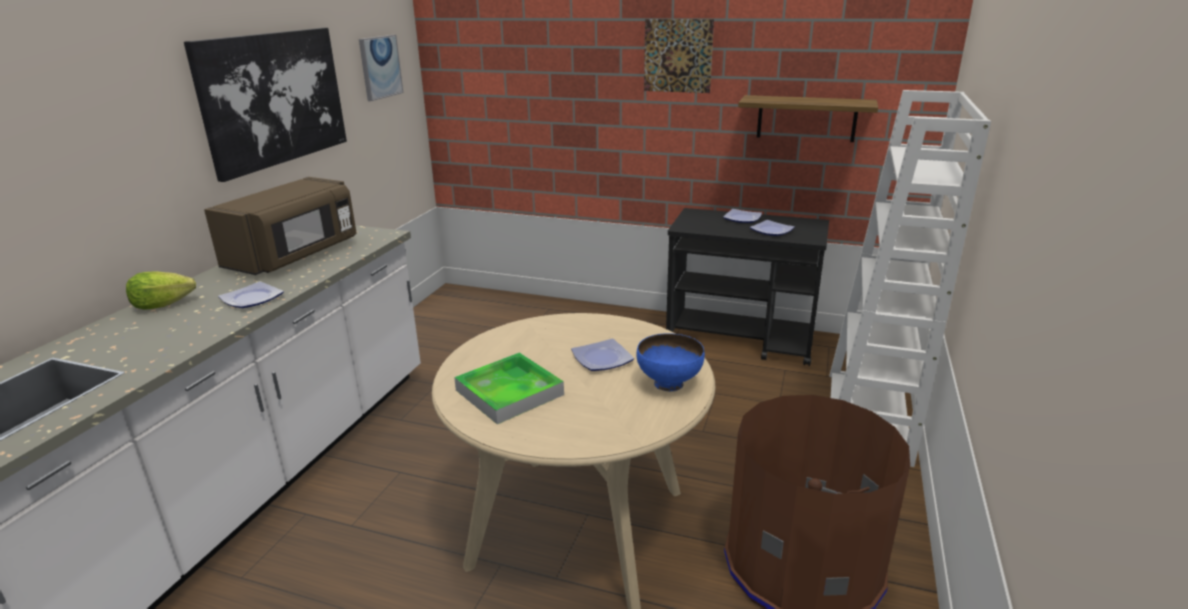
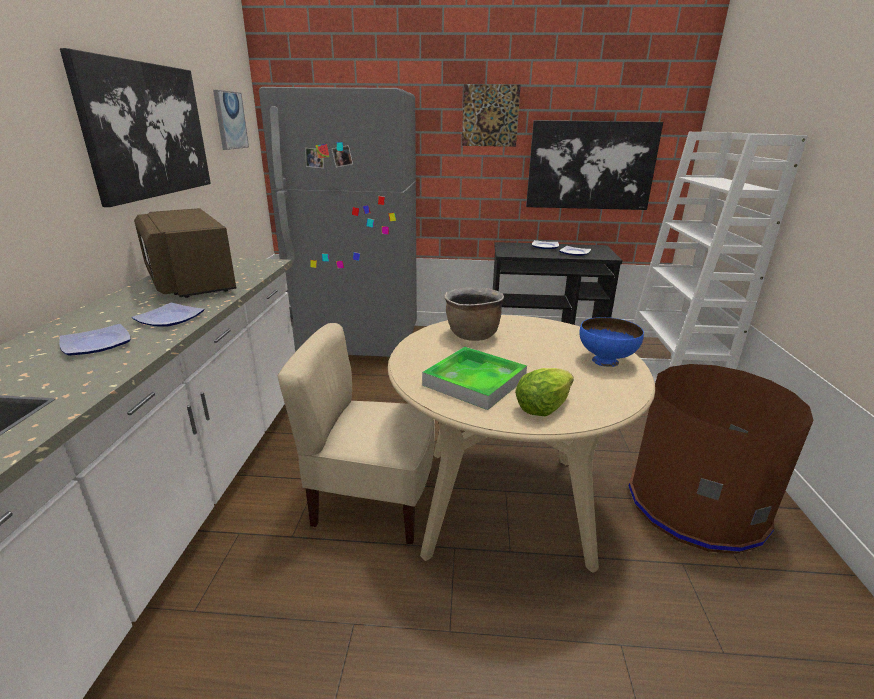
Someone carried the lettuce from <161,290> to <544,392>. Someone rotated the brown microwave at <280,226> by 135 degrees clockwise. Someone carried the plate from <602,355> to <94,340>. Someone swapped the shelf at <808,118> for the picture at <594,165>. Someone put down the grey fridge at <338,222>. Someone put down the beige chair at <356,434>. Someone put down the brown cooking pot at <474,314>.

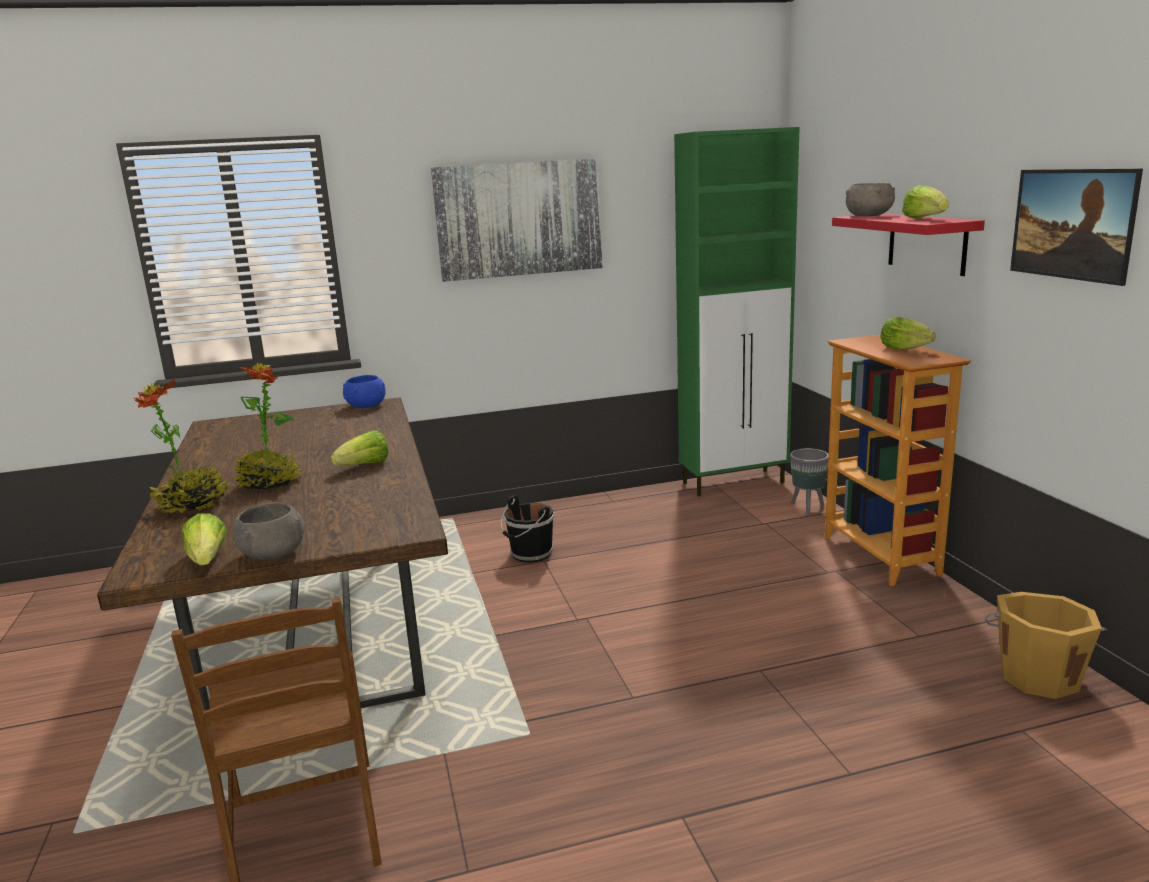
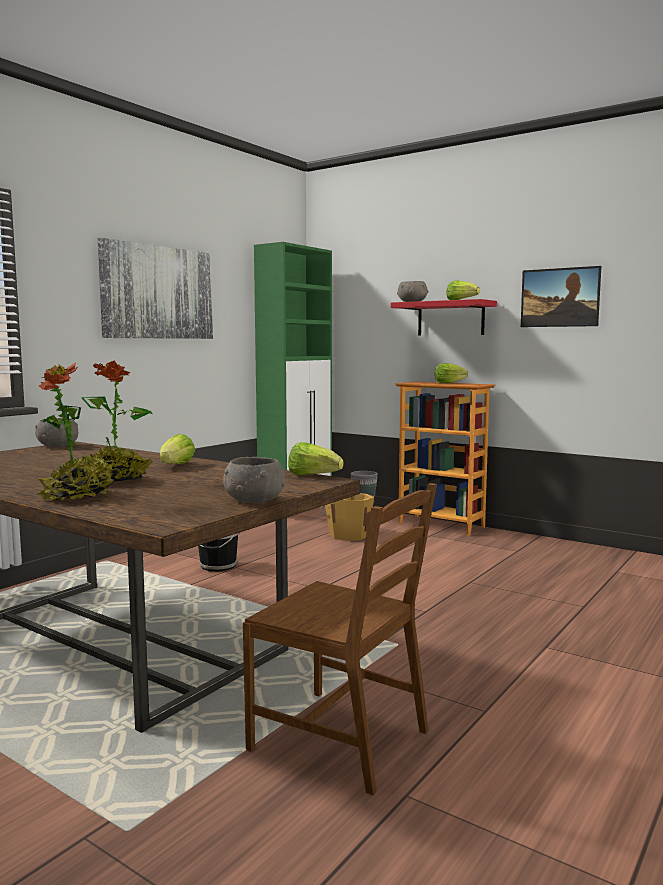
Someone carried the lettuce from <204,539> to <316,458>. Someone repainted the blue bowl at <364,391>, which became the grey bowl at <56,432>. Someone carried the orange bucket from <1046,645> to <347,517>.

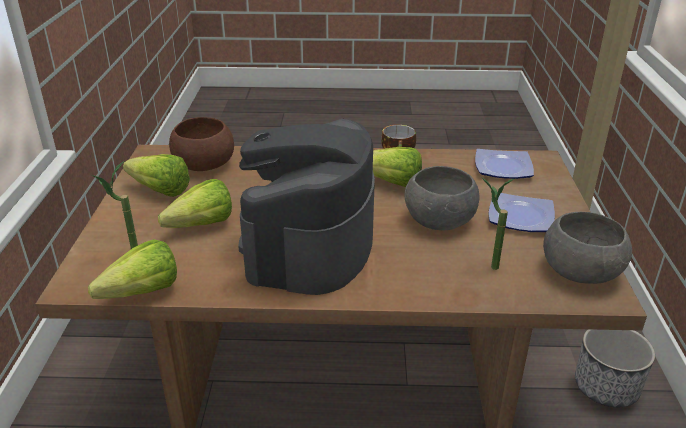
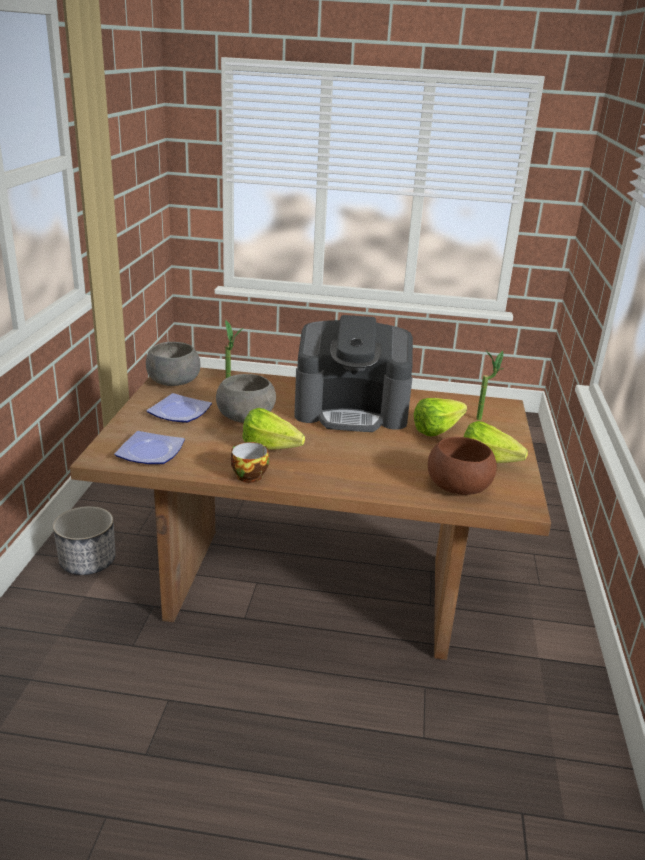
Someone took away the lettuce at <132,269>. Someone rotated the coffee machine at <306,207> by 75 degrees clockwise.

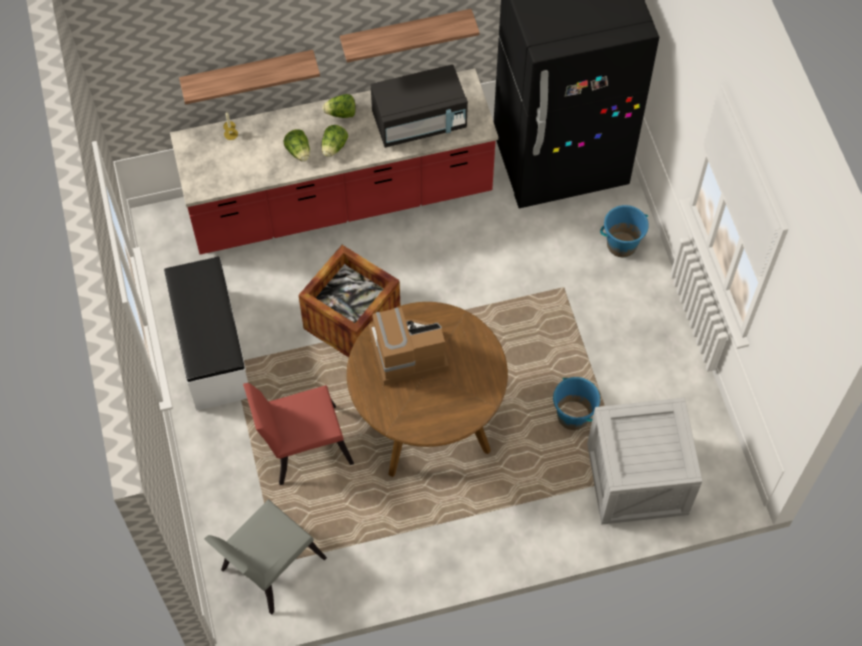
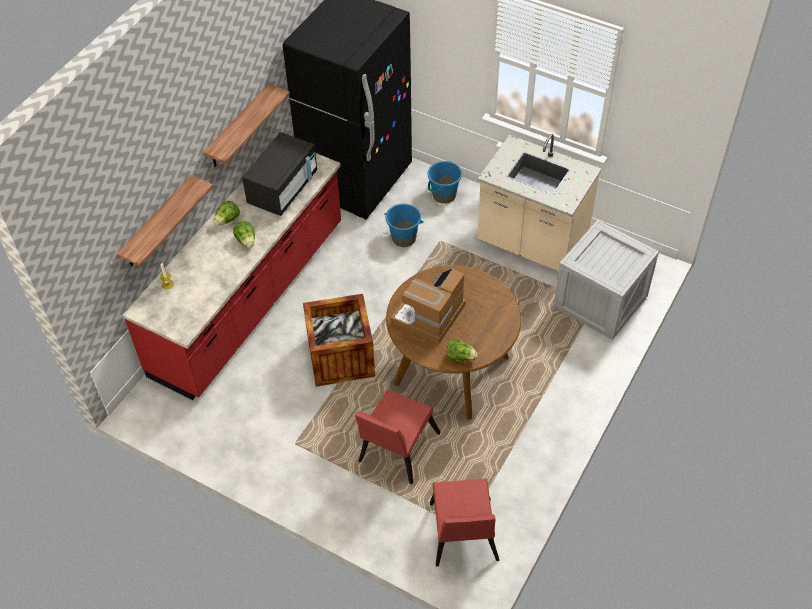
Someone took away the white bench at <206,334>. Someone repainted the grey chair at <265,557>, which became the red chair at <464,522>. Someone carried the lettuce from <297,145> to <462,350>. Someone carried the blue bucket from <576,403> to <404,225>. Someone put down the beige counter at <539,202>.

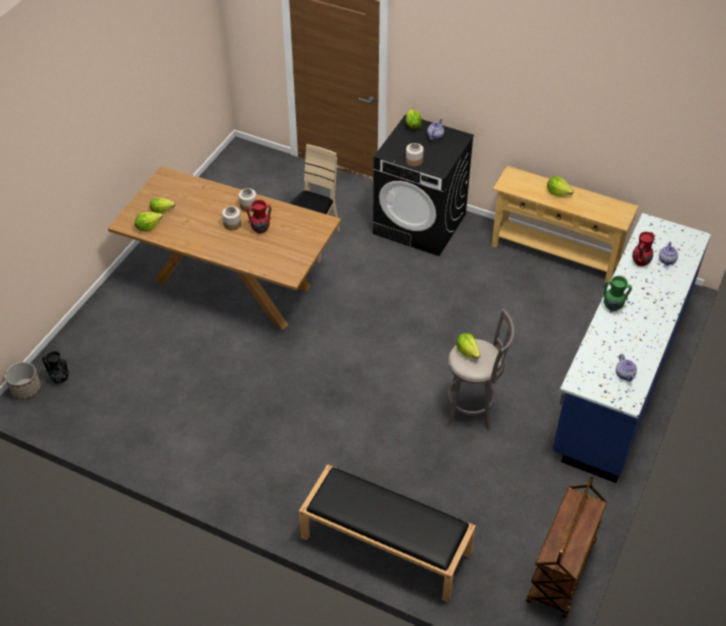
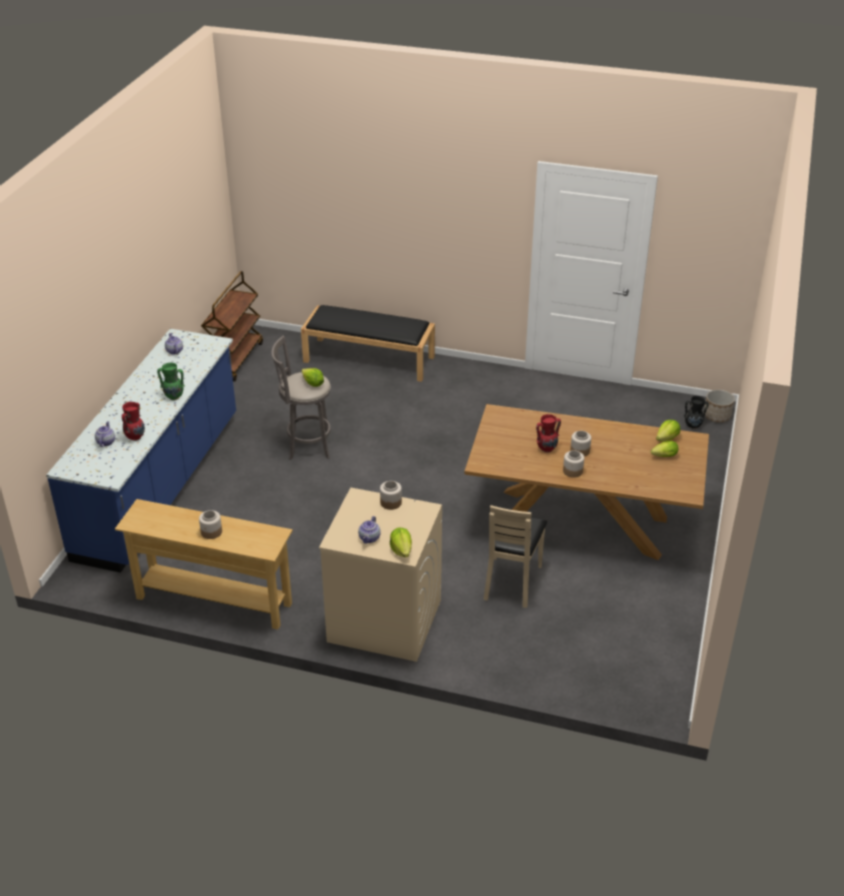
Someone repainted the black washing machine at <423,185>, which became the beige washing machine at <380,575>. Someone swapped the lettuce at <560,186> for the jar at <210,524>.

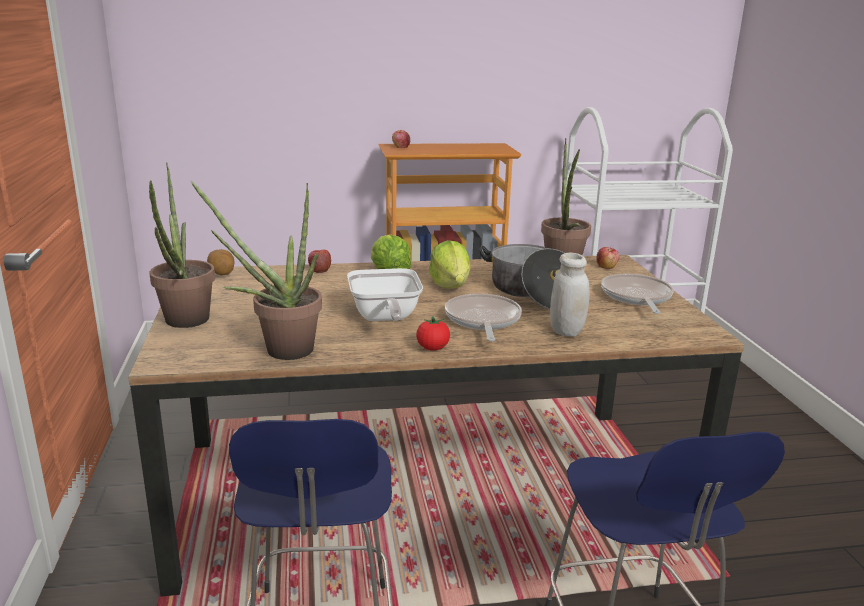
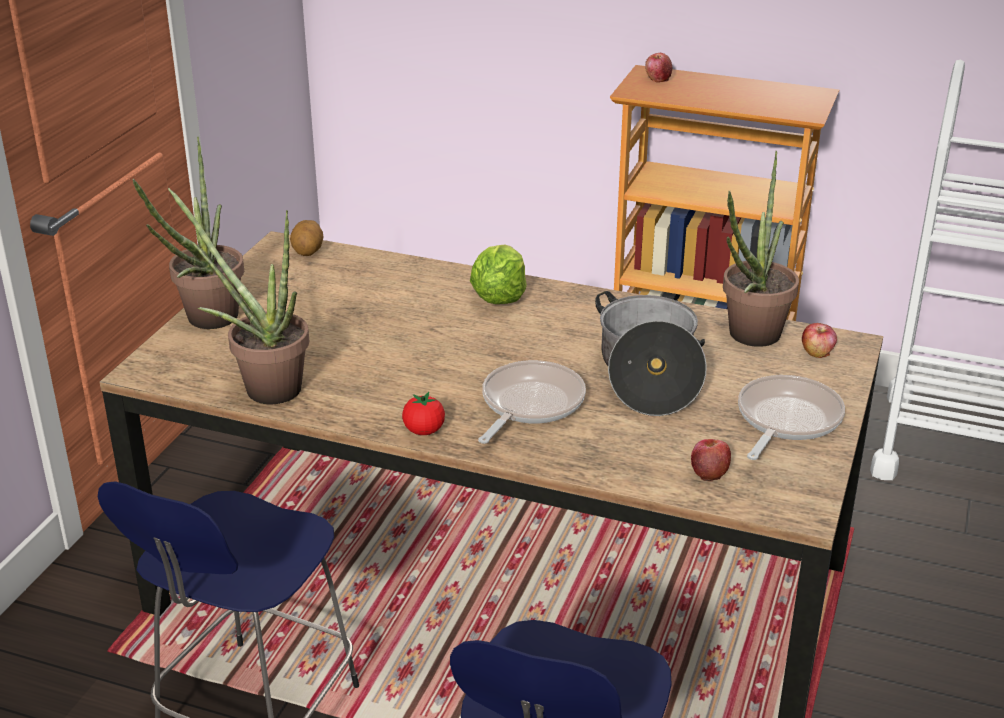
Someone carried the apple from <319,261> to <711,460>. Someone took away the frying pan at <385,294>. Someone took away the lettuce at <450,264>. Someone took away the white jar at <570,294>.

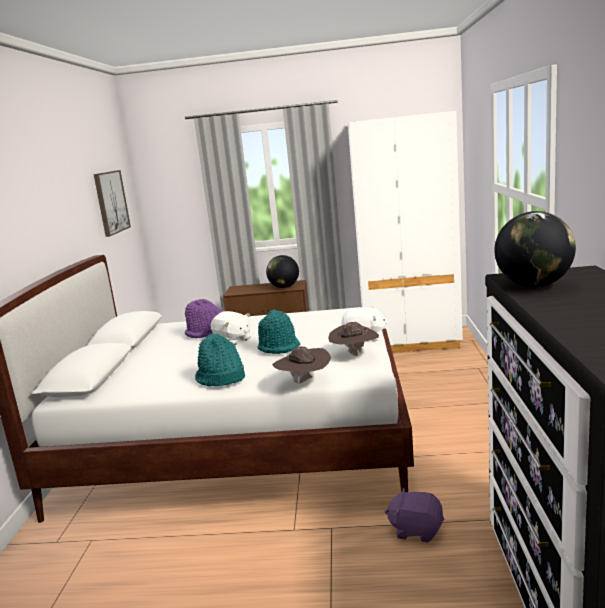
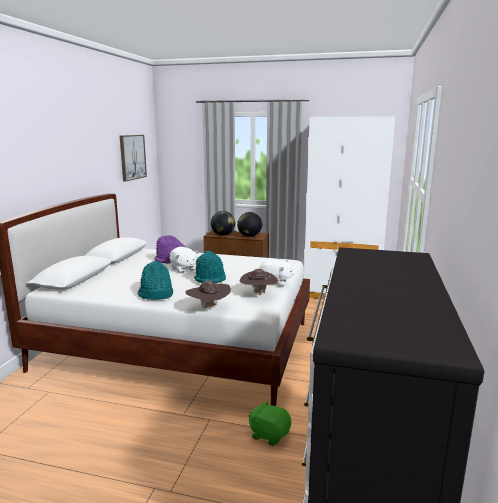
Someone repainted the purple plush toy at <414,515>, which became the green plush toy at <270,423>. Someone carried the globe from <535,249> to <223,223>.

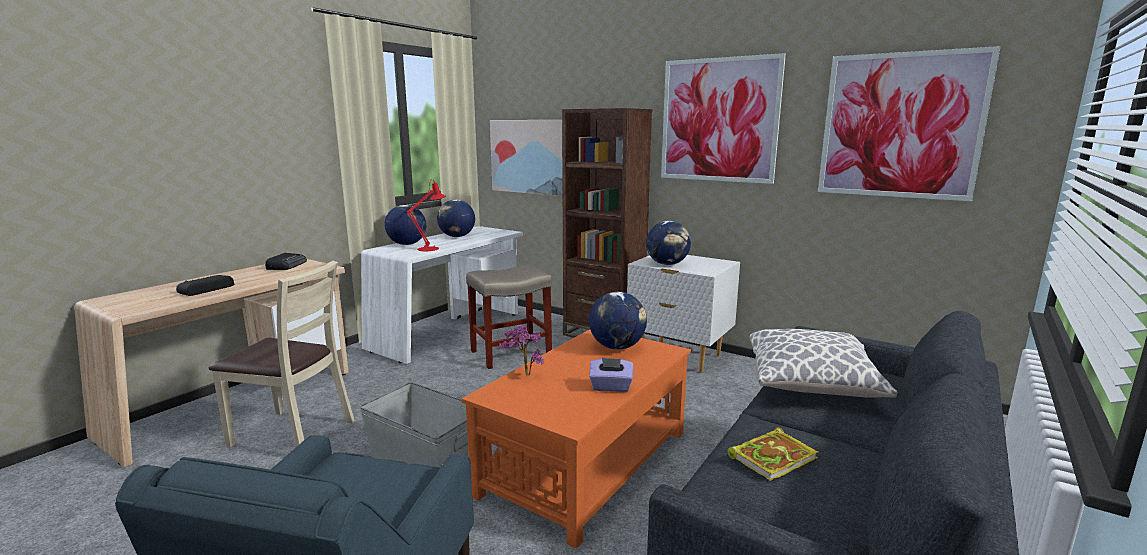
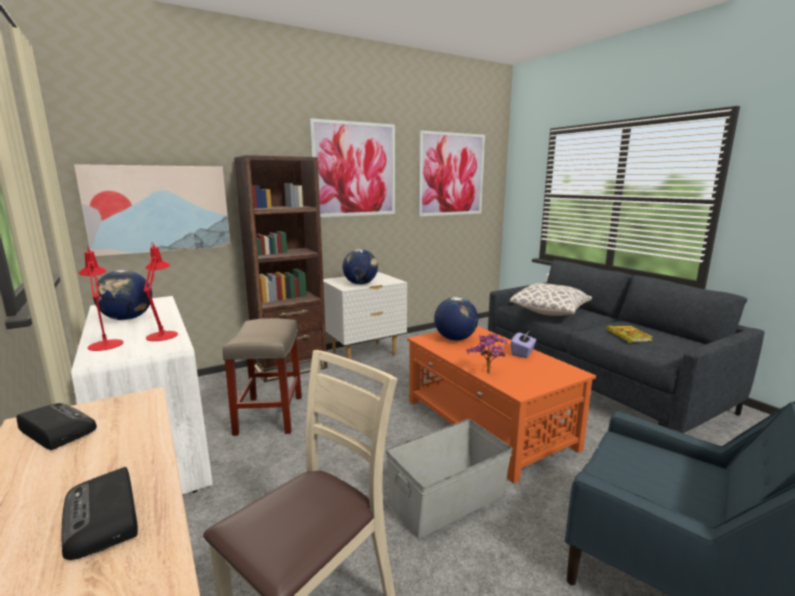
Someone swapped the globe at <405,225> for the red table lamp at <101,299>.

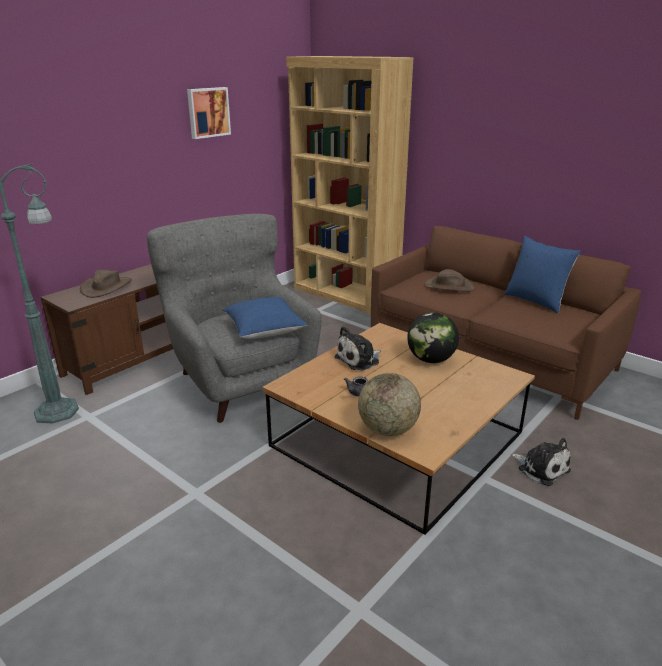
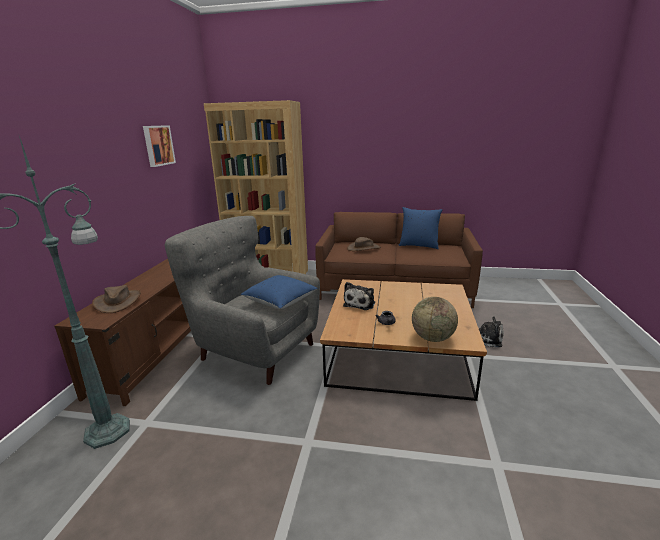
Someone took away the globe at <433,337>.

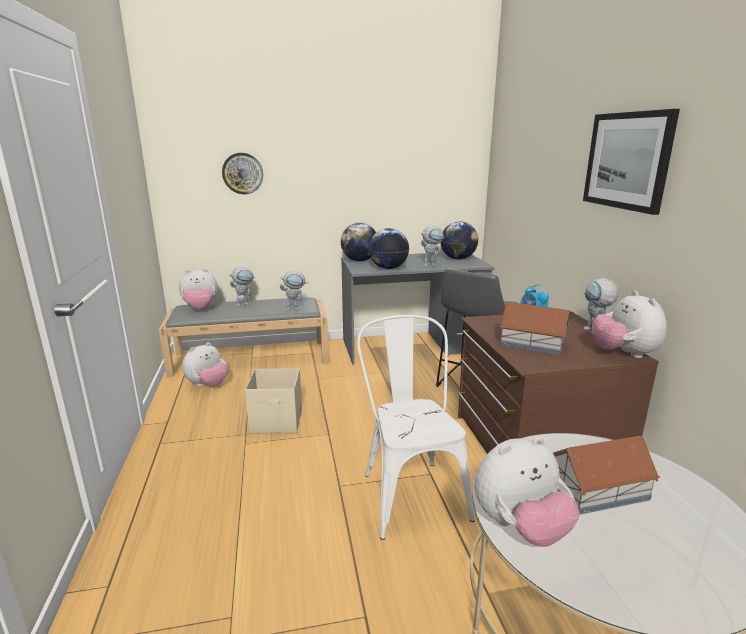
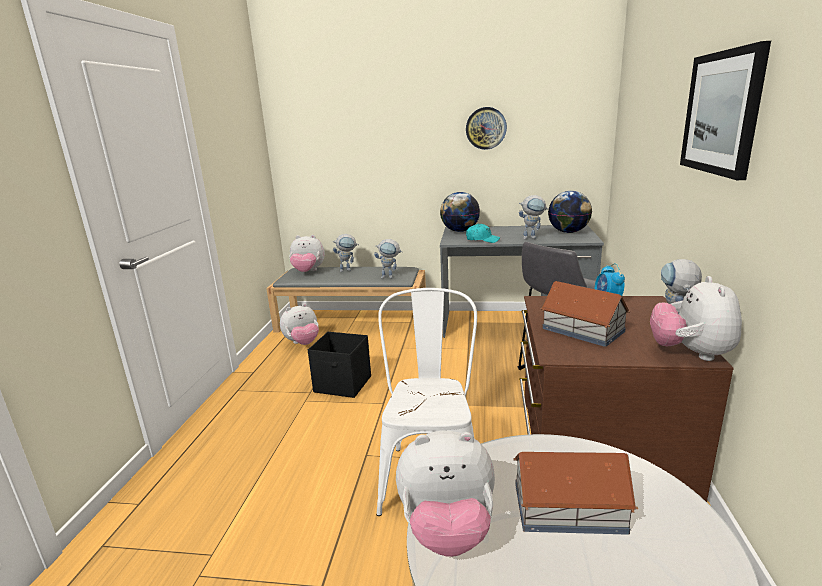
Someone carried the wall clock from <242,173> to <486,128>. Someone repainted the beige storage box at <273,401>, which became the black storage box at <339,365>. Someone swapped the globe at <389,248> for the turquoise cap at <483,233>.

